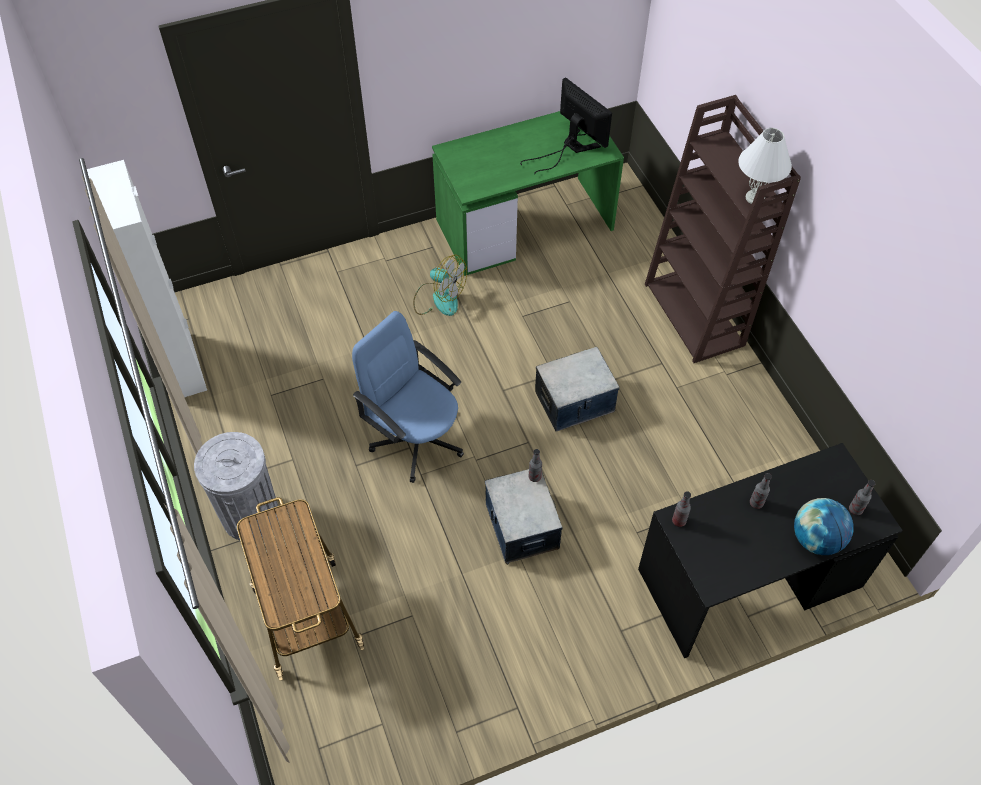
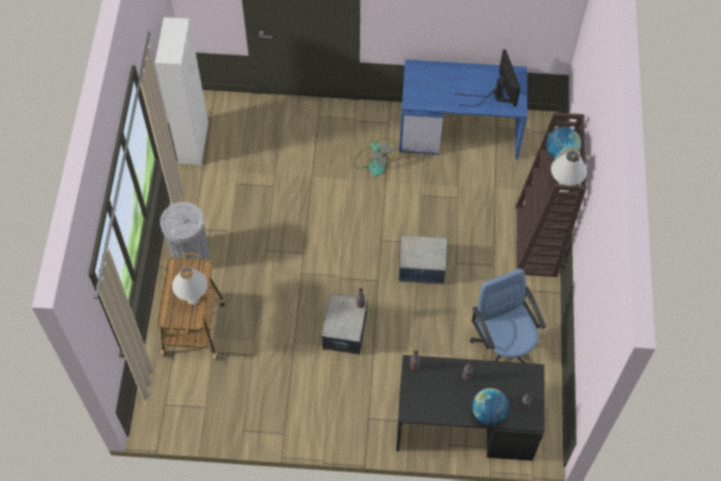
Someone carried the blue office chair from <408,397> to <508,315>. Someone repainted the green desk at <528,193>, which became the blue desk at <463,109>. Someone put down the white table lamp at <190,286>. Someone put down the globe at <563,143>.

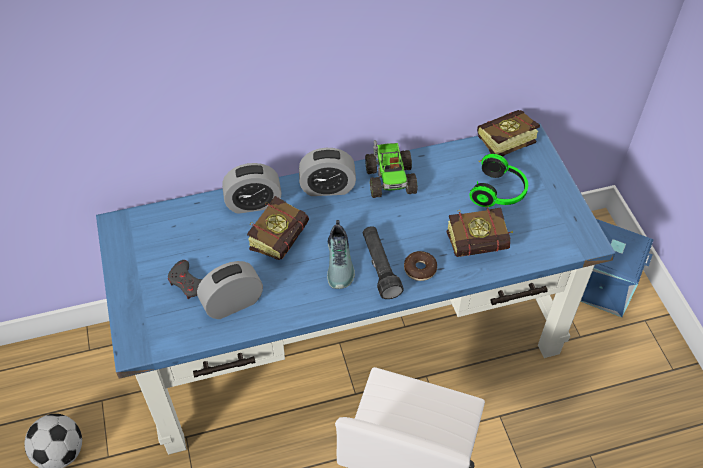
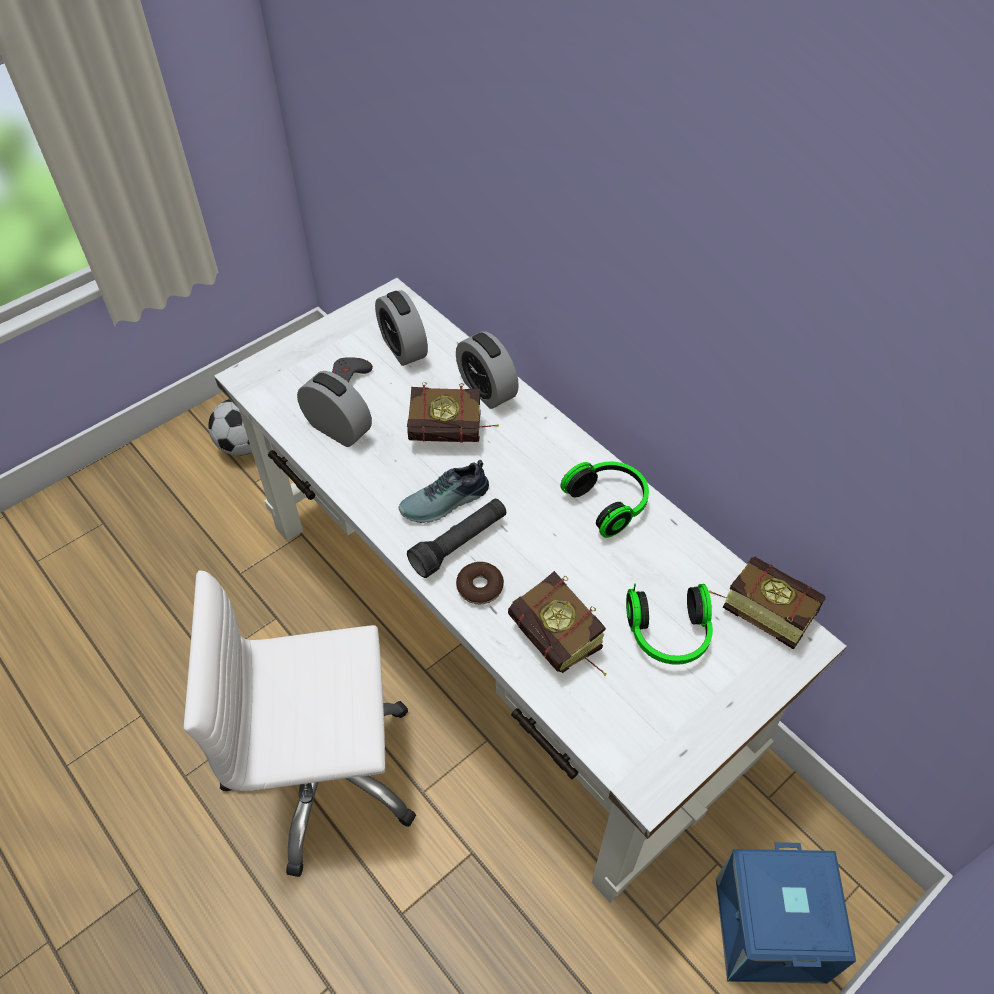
Someone repainted the blue desk at <355,289>, which became the white desk at <530,590>. Someone carried the alarm clock from <327,172> to <401,328>. Someone swapped the toy truck at <391,169> for the headphones at <604,500>.

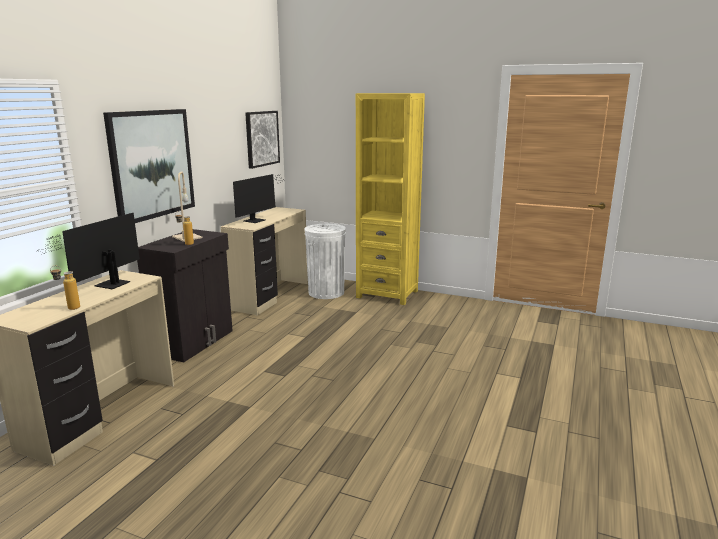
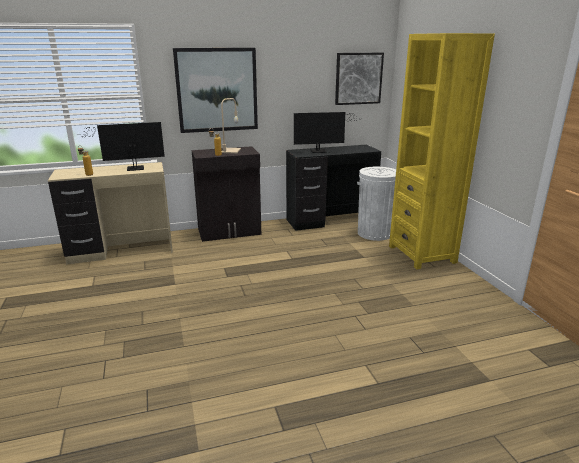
Someone repainted the beige desk at <264,261>, which became the black desk at <333,188>.

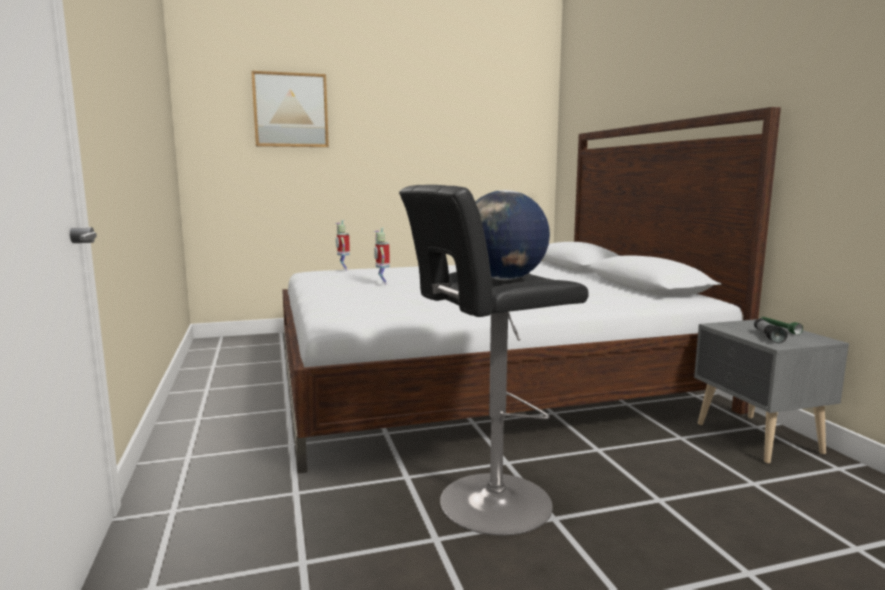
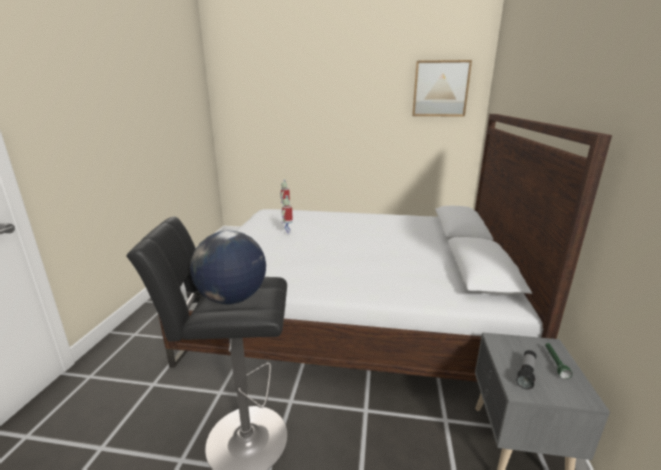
Someone carried the picture from <290,109> to <442,88>.

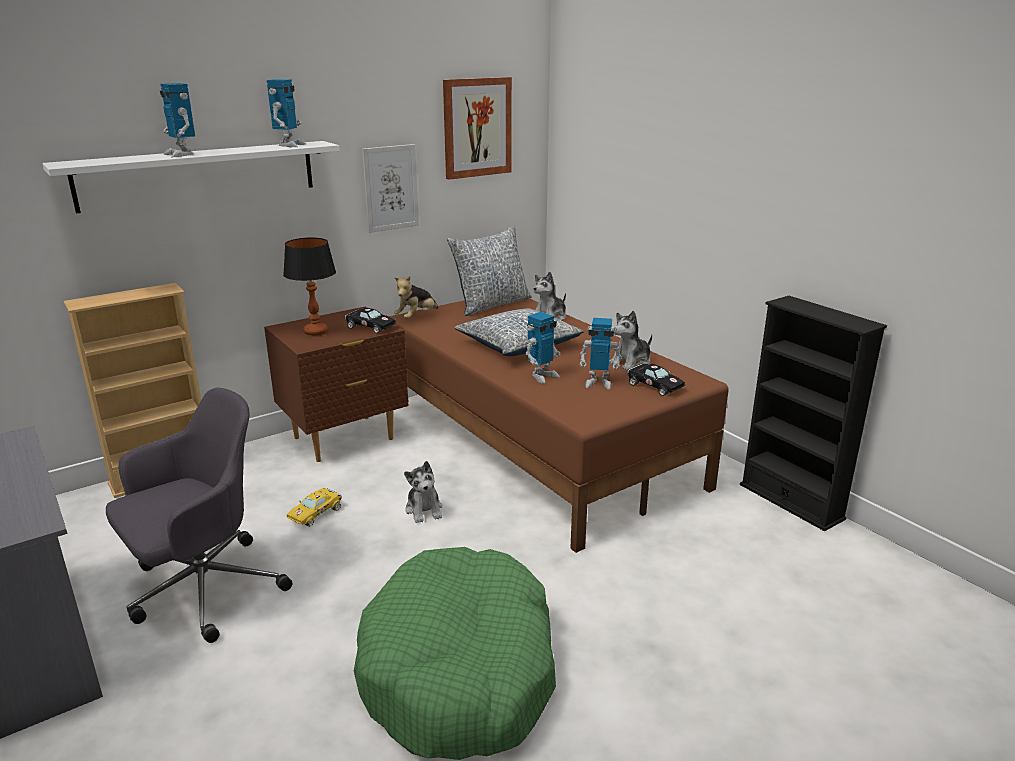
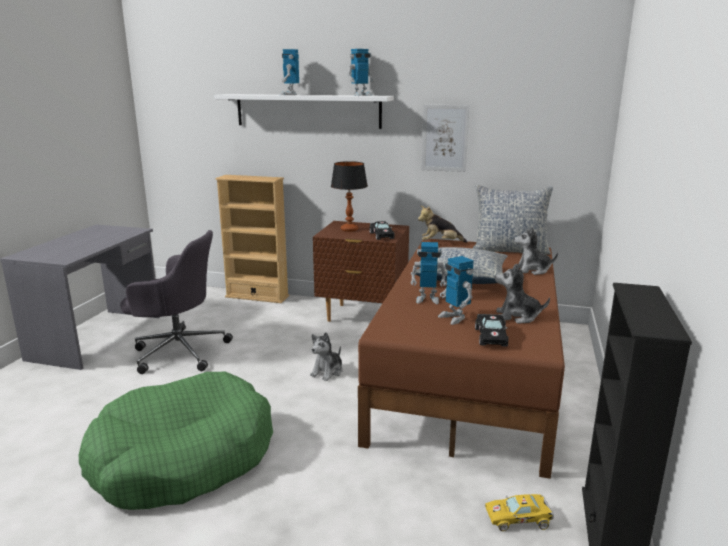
Someone carried the yellow toy car from <314,507> to <519,512>. Someone took away the picture at <477,128>.

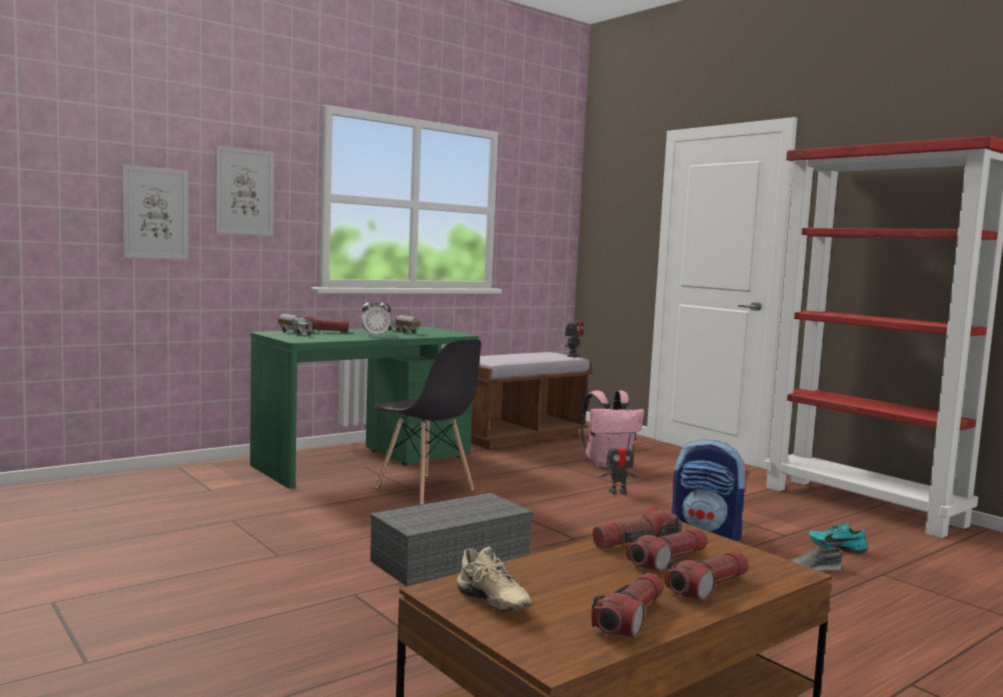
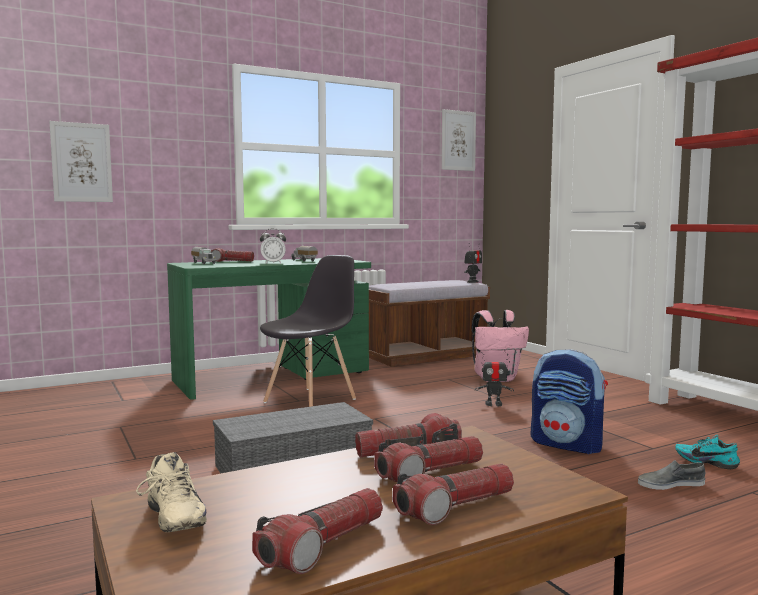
Someone carried the picture from <244,191> to <458,140>. Someone rotated the grey chair at <427,421> by 105 degrees counterclockwise.

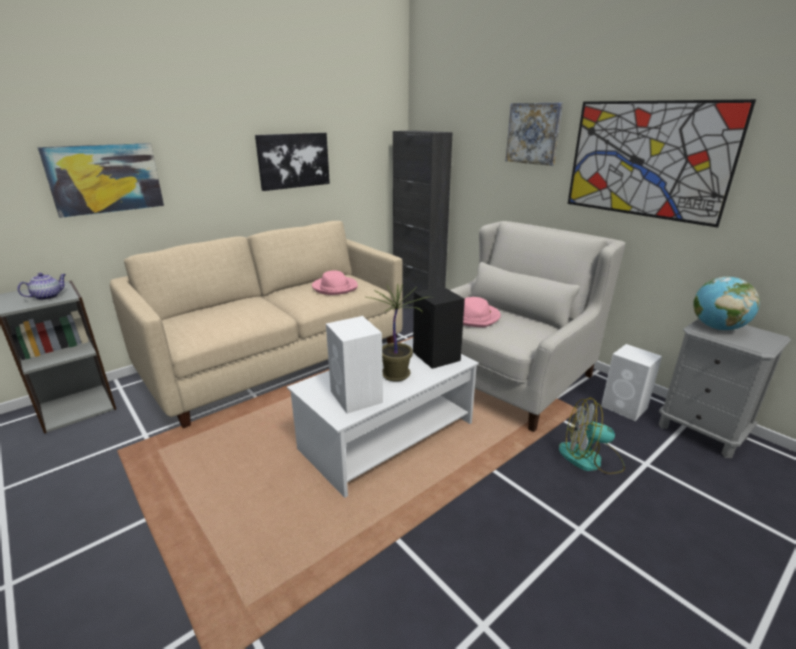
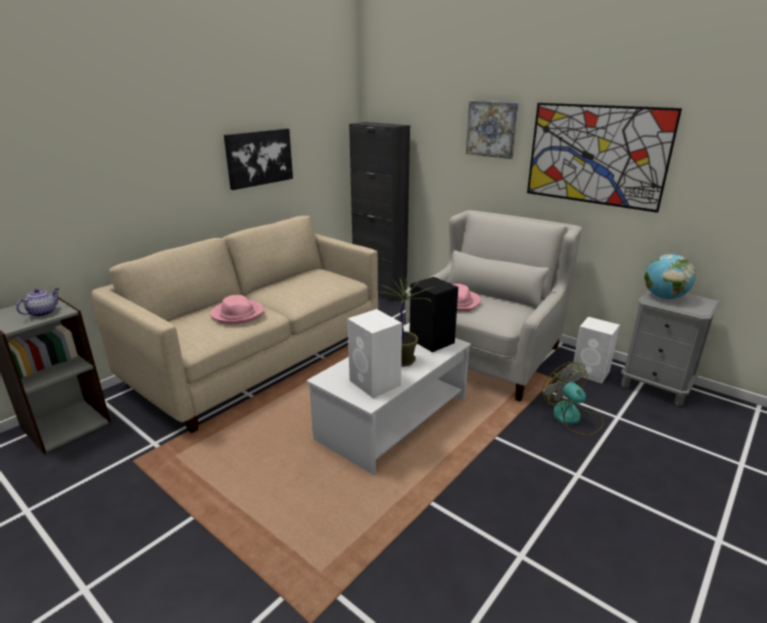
Someone took away the picture at <101,180>. Someone carried the pink hat from <335,282> to <237,309>. Someone rotated the fan at <592,436> by 60 degrees clockwise.

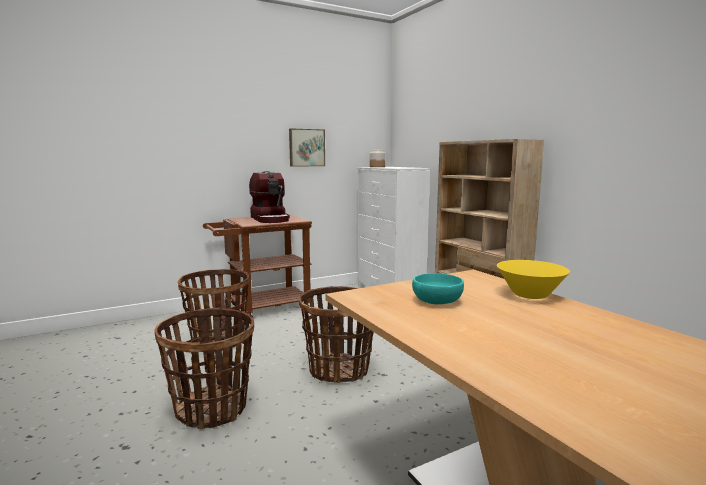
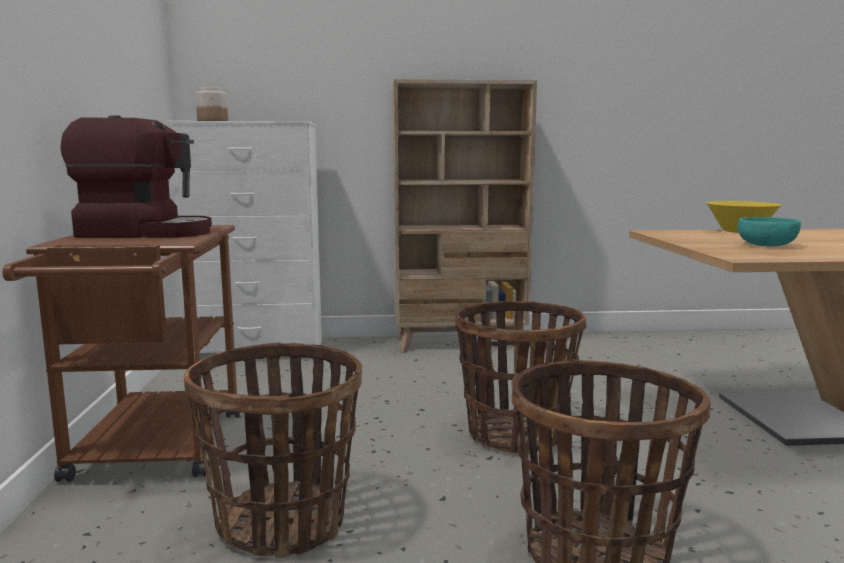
Someone took away the picture at <307,148>.

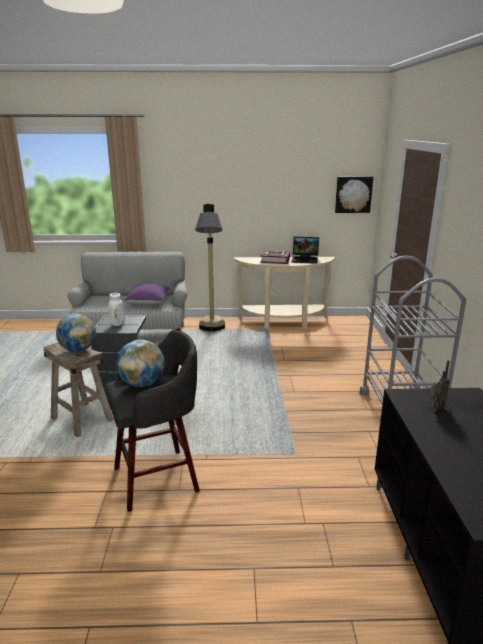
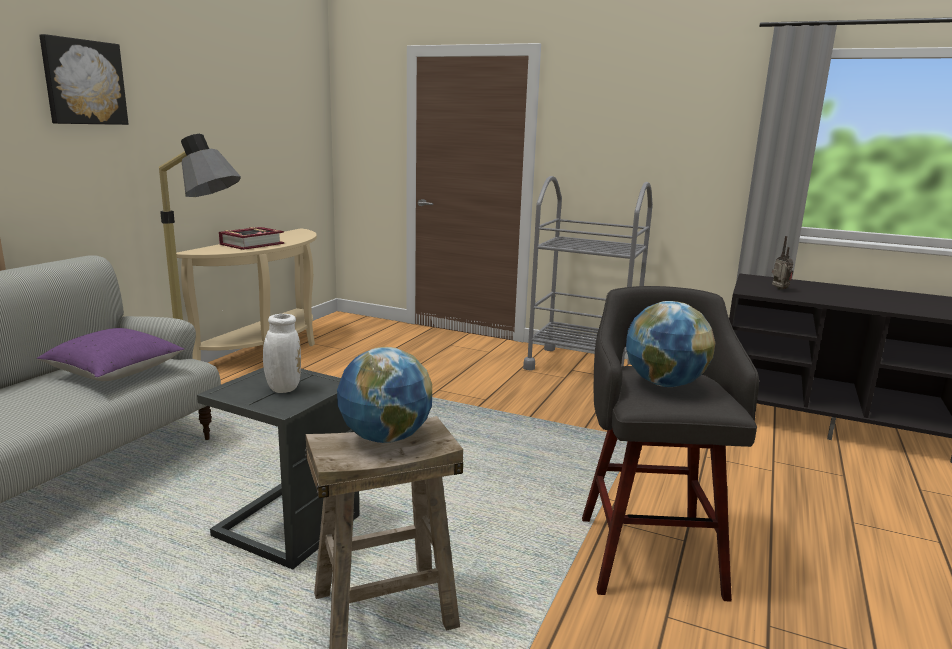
Someone took away the laptop at <305,250>. Someone carried the picture from <354,195> to <83,79>.

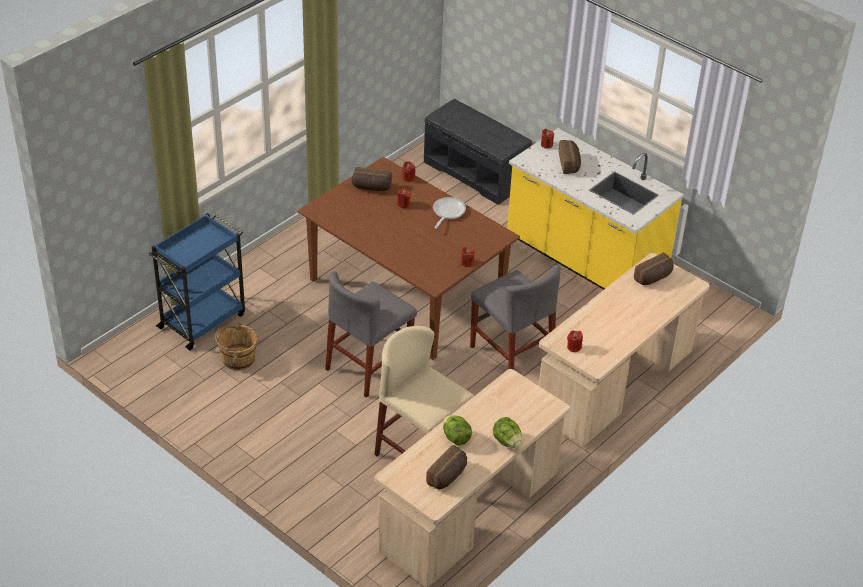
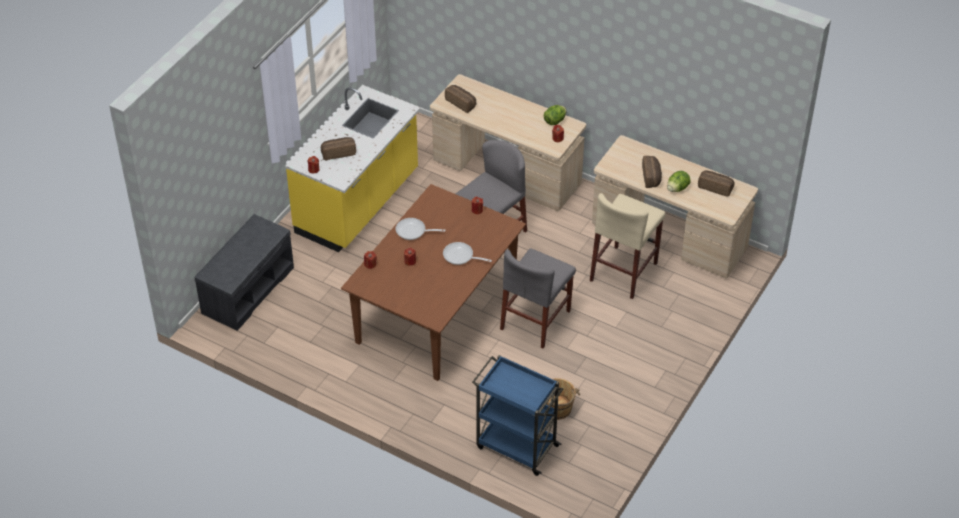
Someone rotated the grey chair at <371,334> by 90 degrees clockwise. Someone carried the bread from <372,179> to <652,172>. Someone carried the lettuce from <507,432> to <555,115>. Someone put down the frying pan at <467,253>.

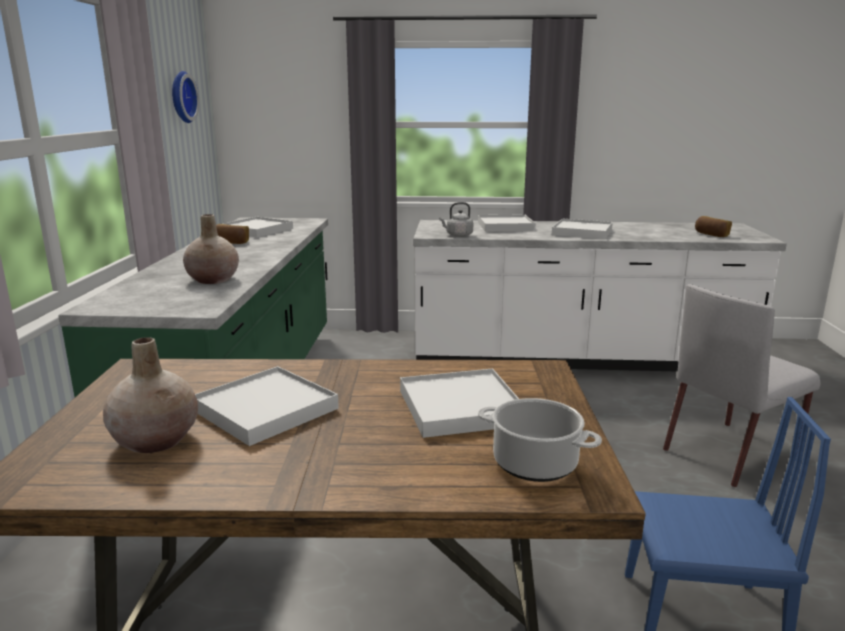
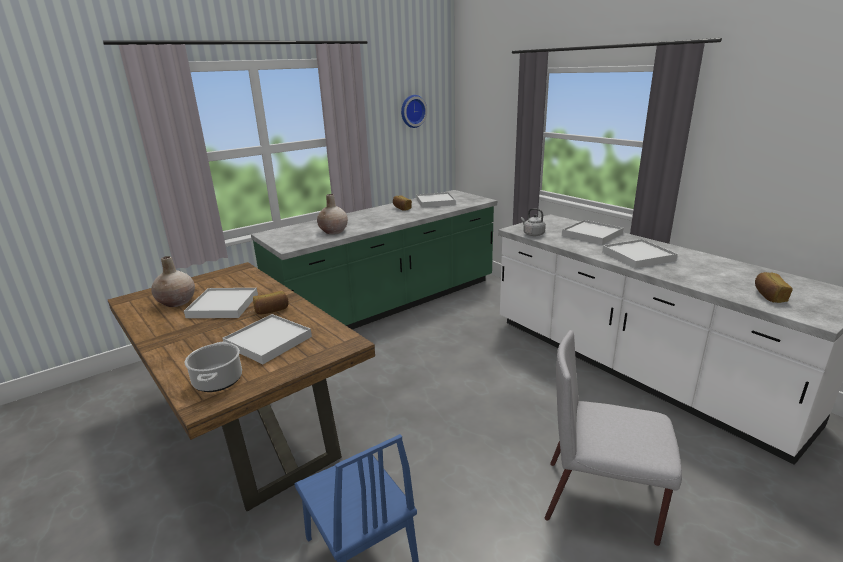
Someone put down the bread at <271,303>.

